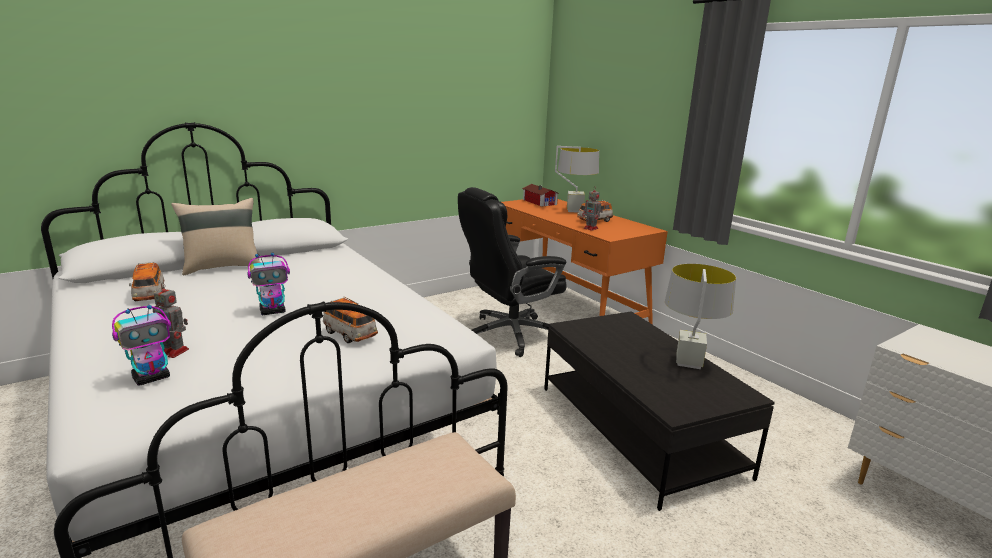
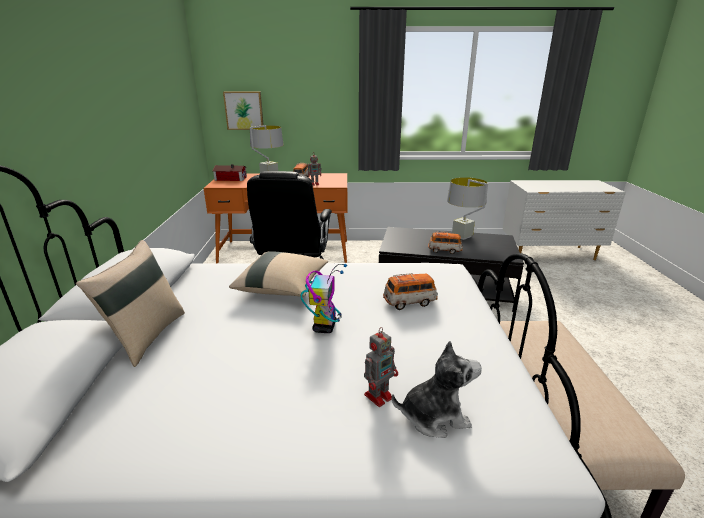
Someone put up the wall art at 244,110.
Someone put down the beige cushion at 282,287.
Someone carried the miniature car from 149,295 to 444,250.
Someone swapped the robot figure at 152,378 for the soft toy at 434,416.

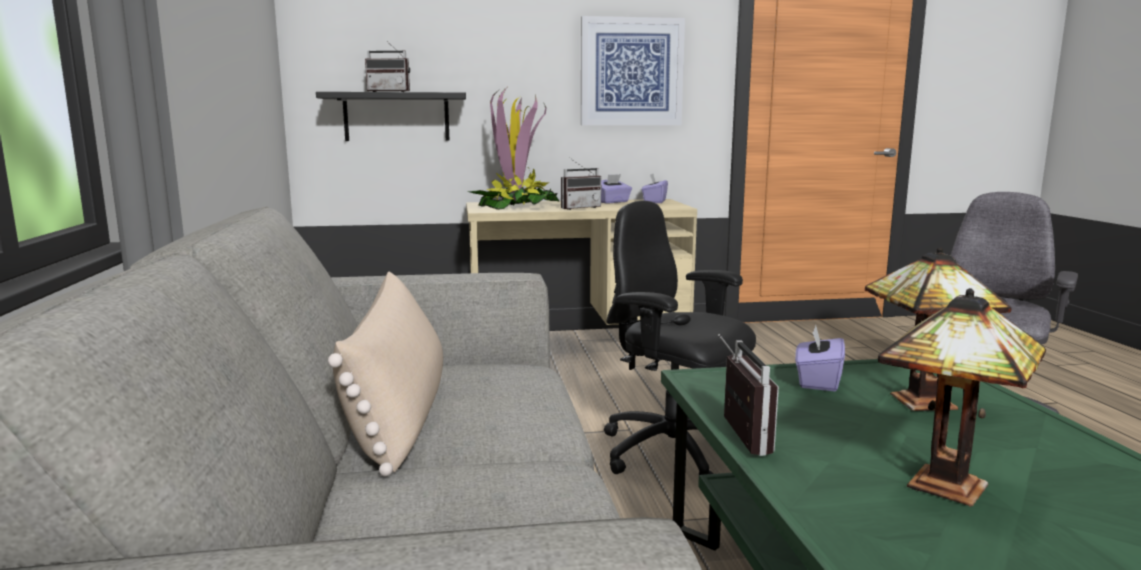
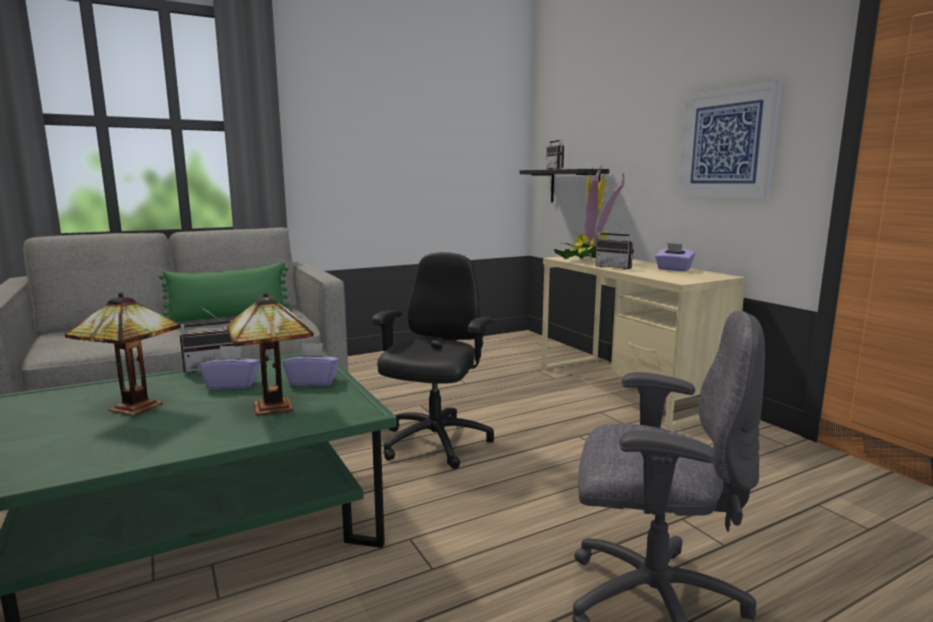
Someone carried the purplish tissue box from 654,201 to 232,384.
Someone repainted the beige cushion at 399,414, which became the green-coloured cushion at 230,318.

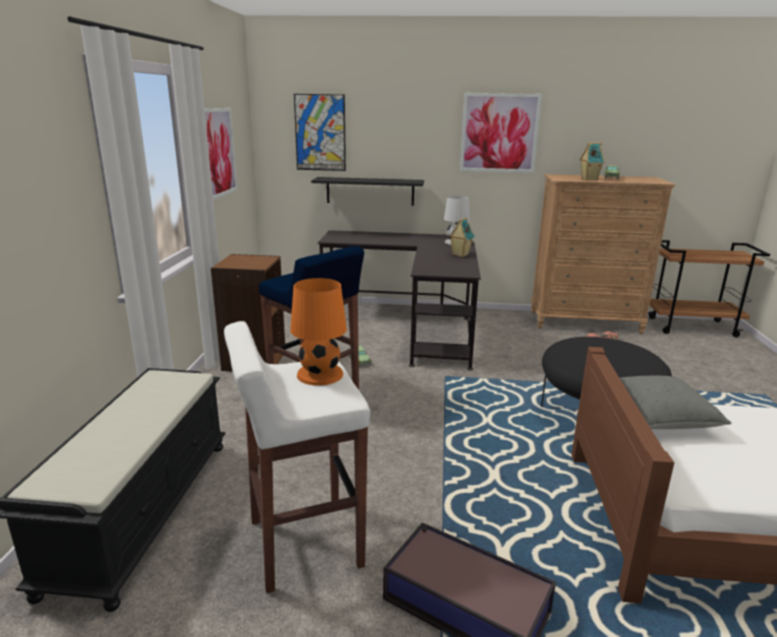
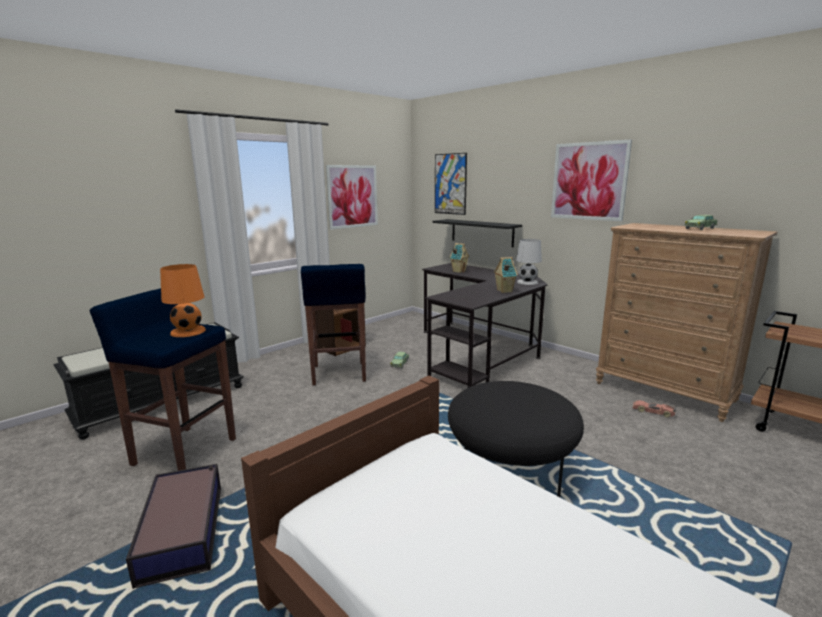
Someone took away the greyish cushion at 658,418.
Someone carried the miniature house from 588,179 to 458,271.
Someone repainted the white-coloured sitting stool at 303,543, which became the blue-coloured sitting stool at 184,451.

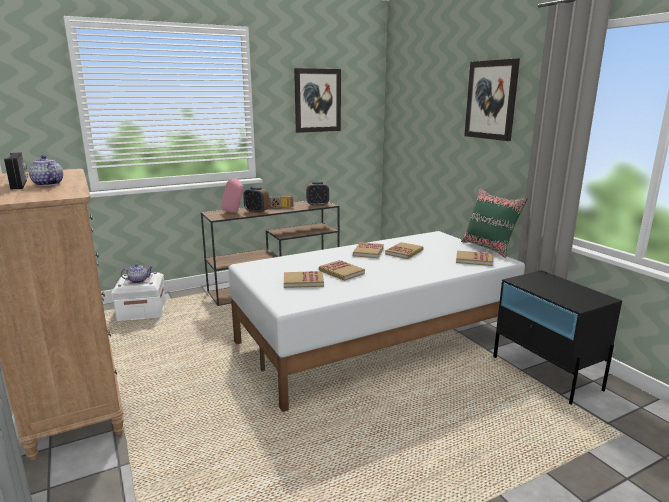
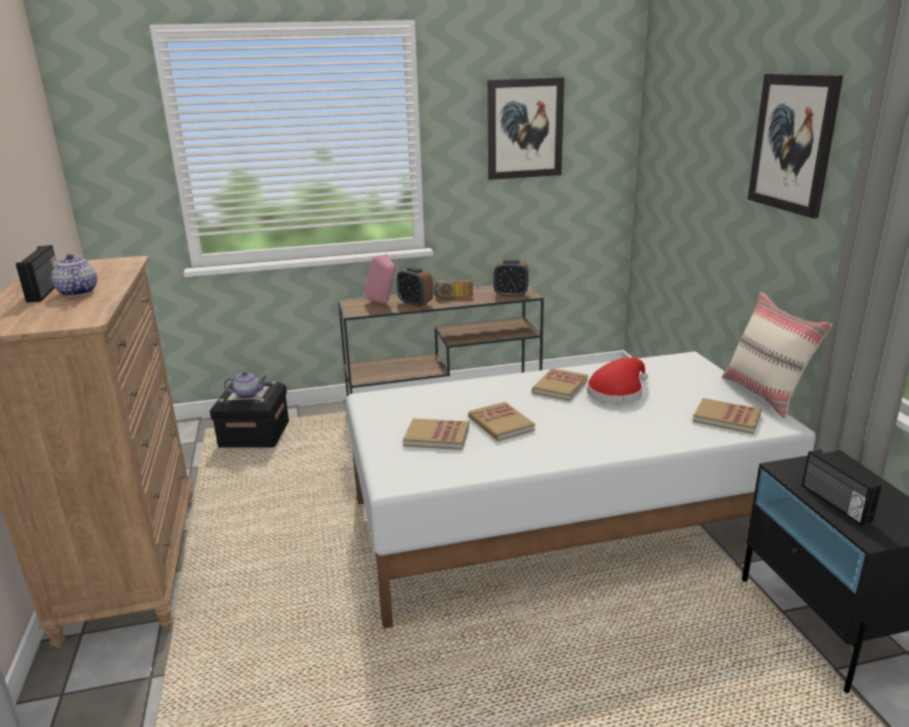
Someone put down the radio receiver at 834,504.
Someone swapped the bound book at 404,252 for the reddish wearable hat at 617,392.
Someone repainted the white-coloured storage container at 142,311, which became the black-coloured storage container at 254,434.
Someone repainted the green-coloured cushion at 489,248, which became the beige cushion at 765,395.

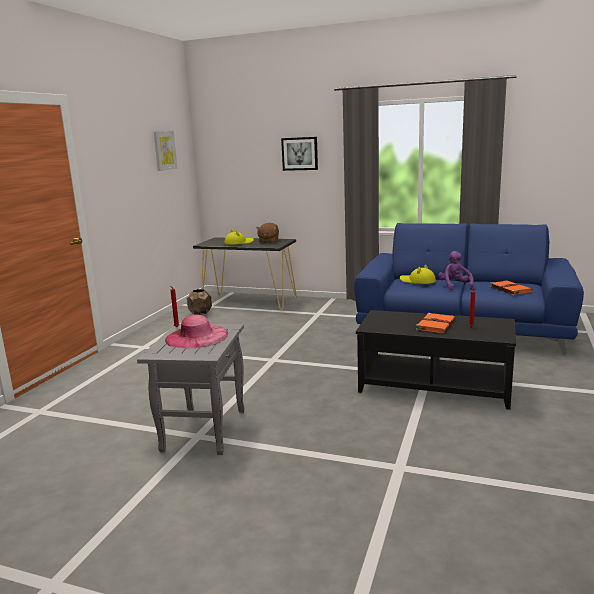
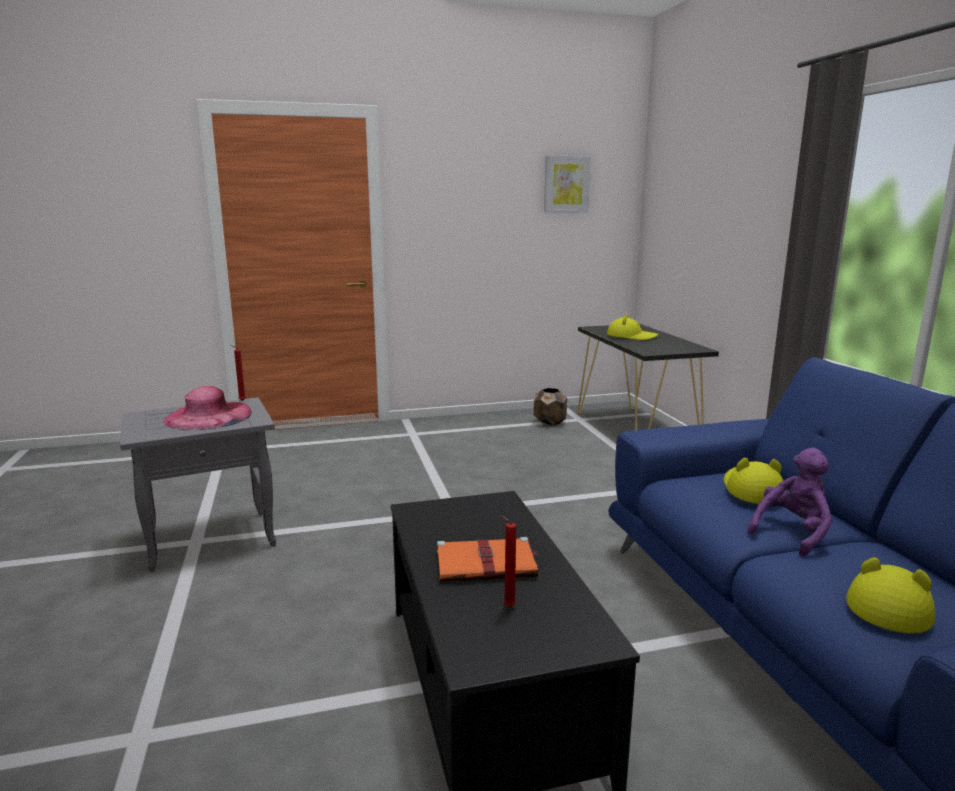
Someone took away the brownish soft toy at 268,241.
Someone took away the wall art at 300,153.
Someone swapped the orangey bound book at 509,289 for the yellow wearable hat at 889,604.

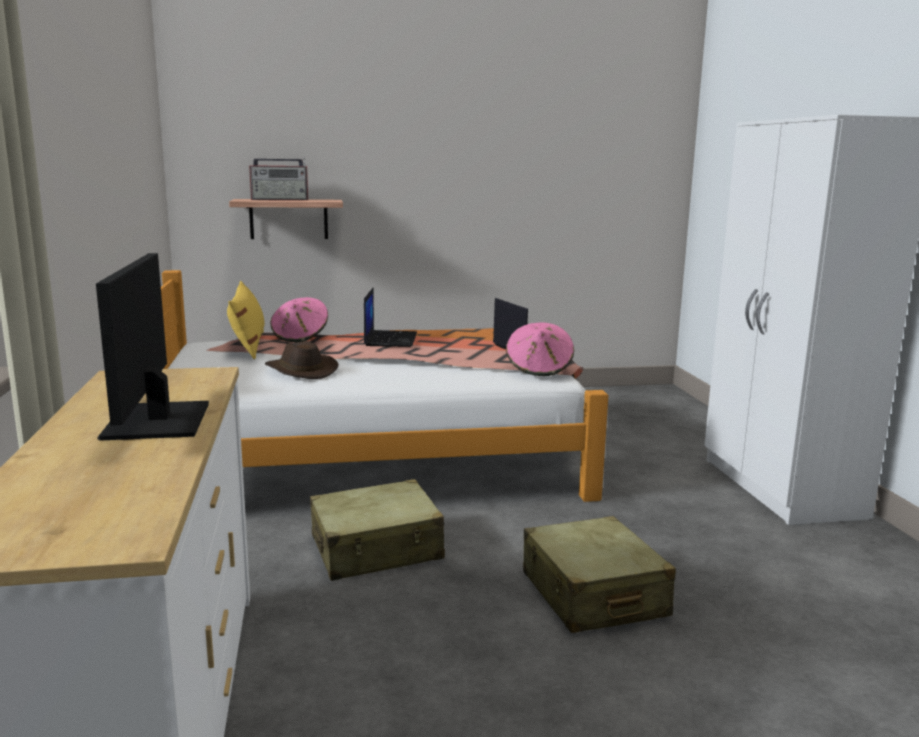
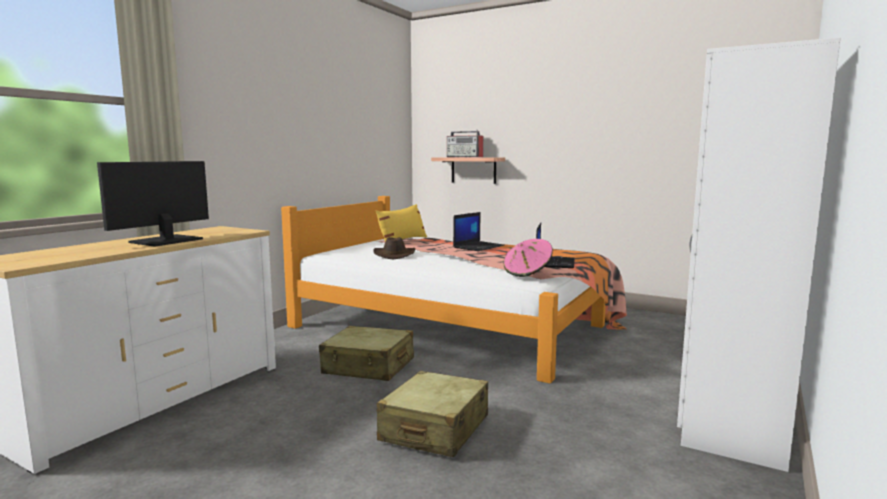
Someone took away the pink wearable hat at 300,337.

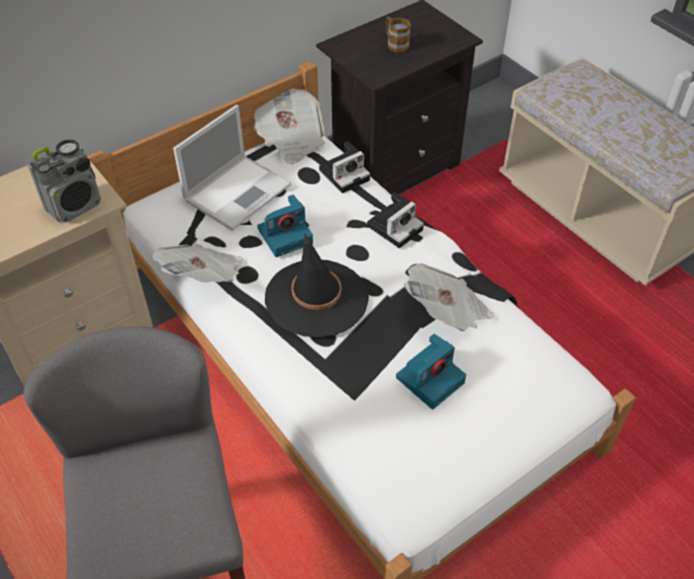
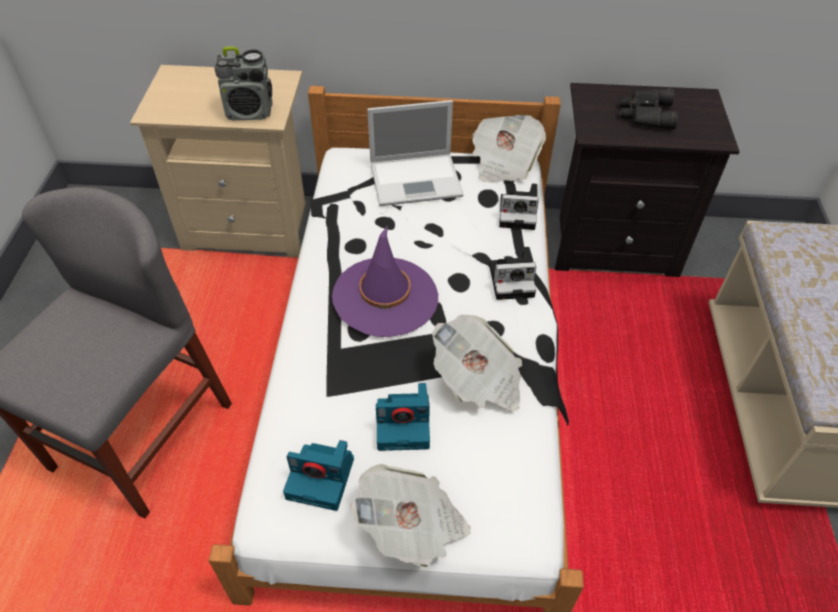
Someone carried the daily paper from 204,277 to 412,526.
Someone carried the still camera from 286,235 to 322,478.
Someone swapped the mug at 395,43 for the black-coloured pair of binoculars at 645,114.
Someone repainted the black-coloured wearable hat at 316,298, which became the purplish wearable hat at 385,296.

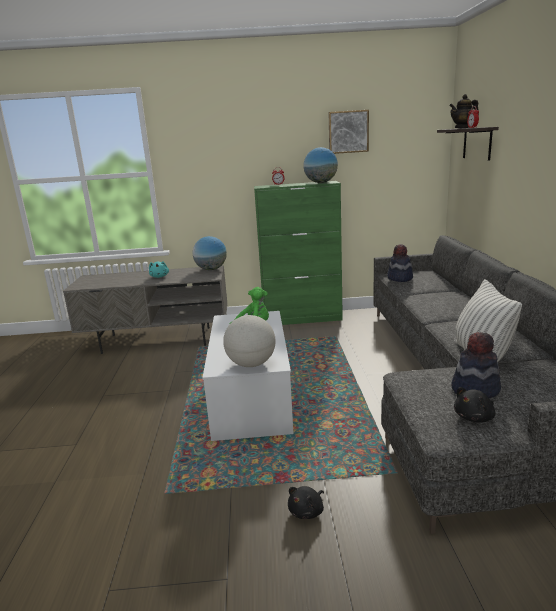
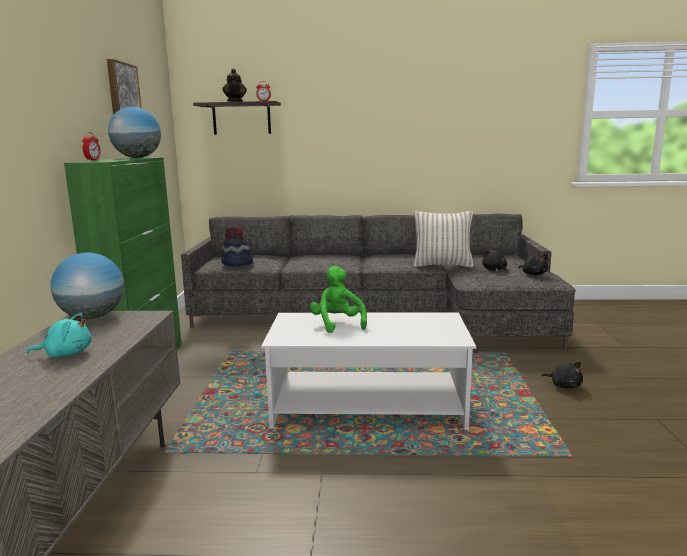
Someone took away the desk globe at 251,364.
Someone swapped the wearable hat at 474,389 for the black-coloured soft toy at 495,270.

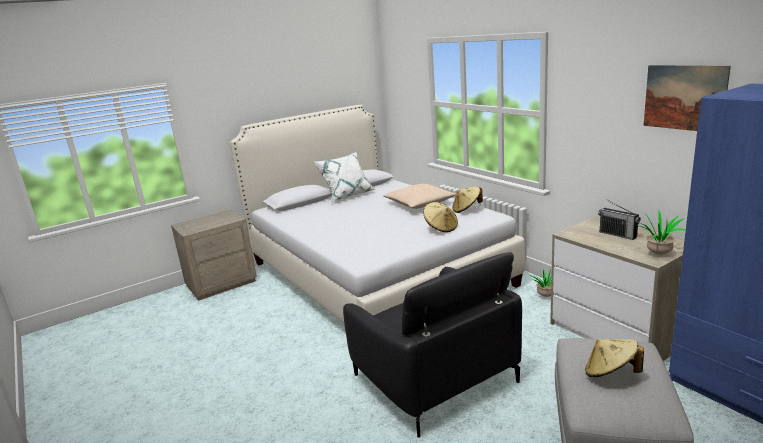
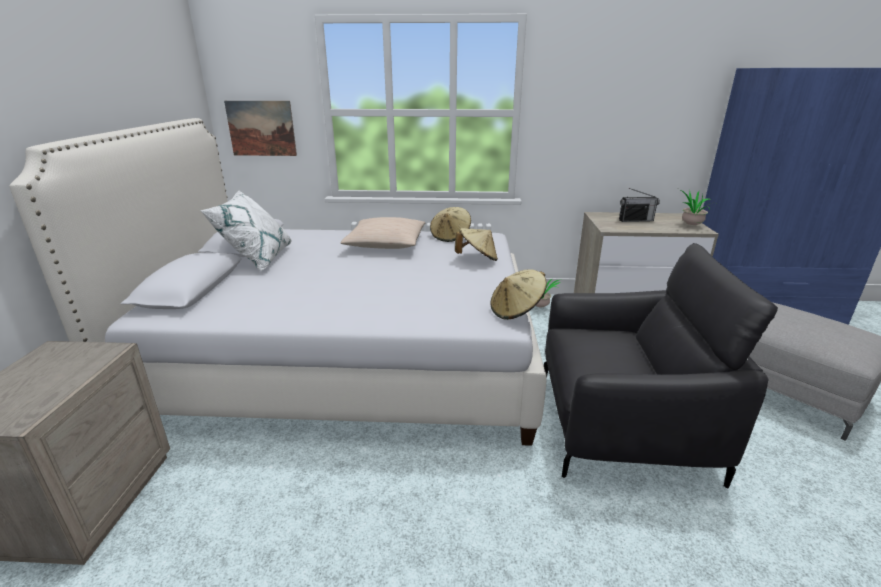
Someone carried the beige wearable hat from 610,373 to 516,311.
Someone carried the wall art from 684,97 to 261,128.

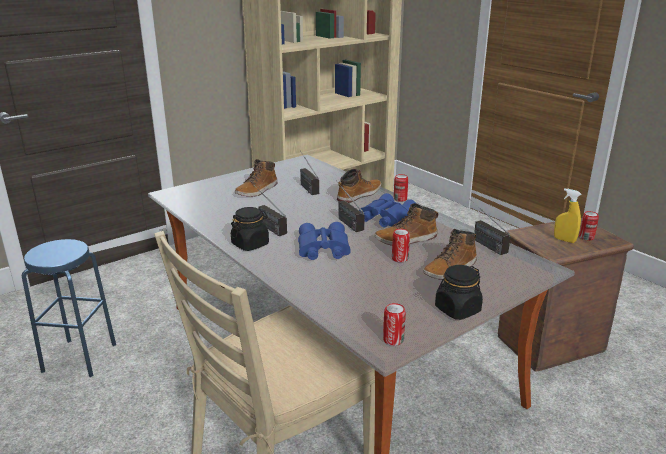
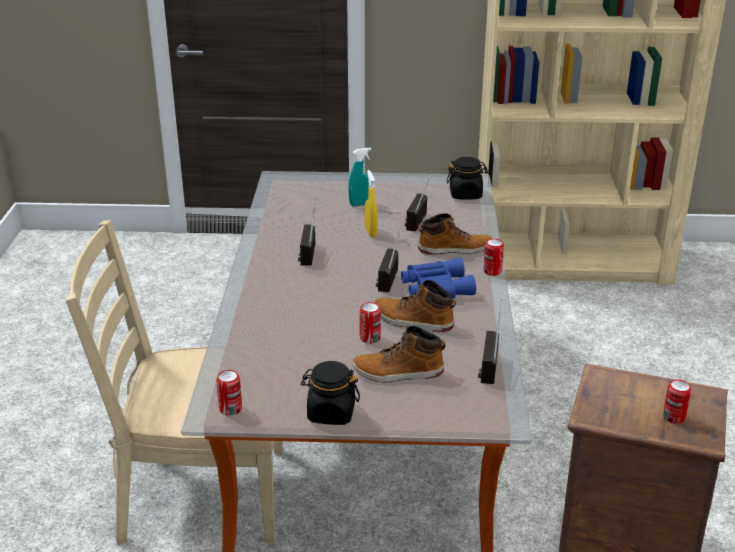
Someone took away the blue-coloured sitting stool at 79,357.
Someone took away the blue-coloured pair of binoculars at 322,249.
Someone carried the black-coloured jar from 250,244 to 466,194.
Someone carried the yellow hand sprayer from 564,240 to 370,232.
Someone swapped the boot at 257,190 for the blue-green hand sprayer at 361,204.

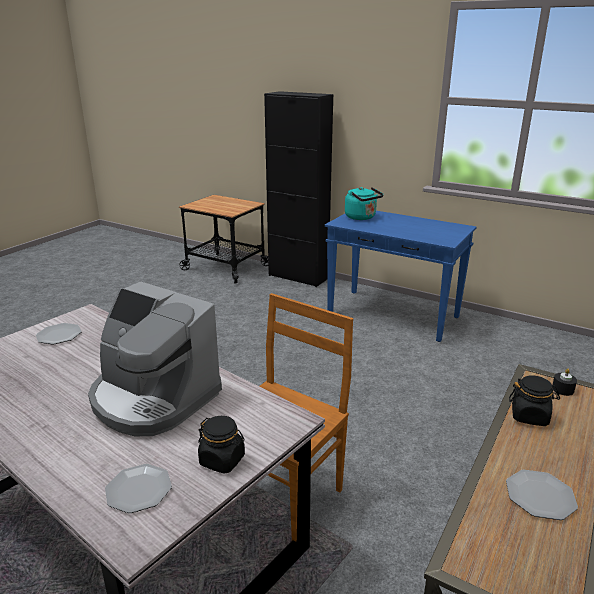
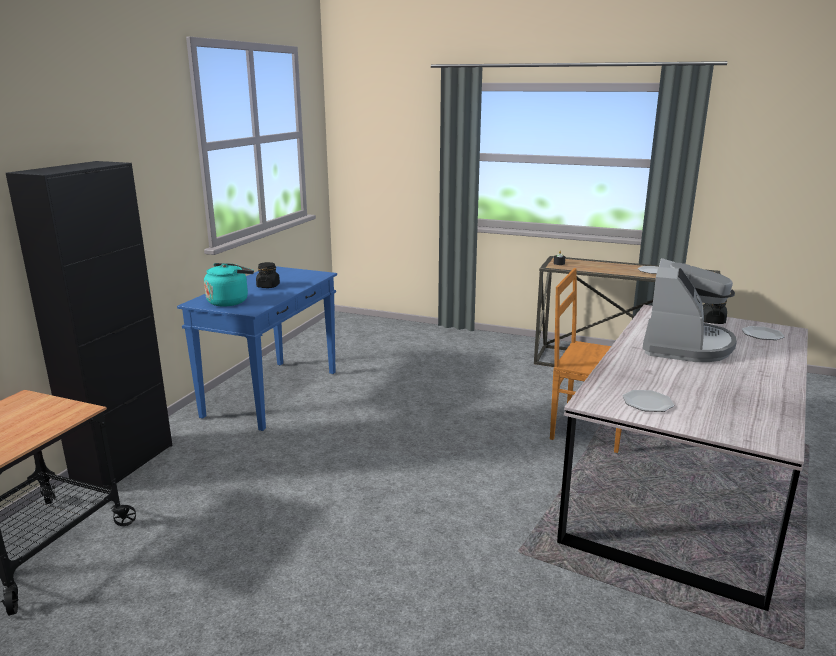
Someone carried the black-coloured jar from 530,416 to 268,286.

